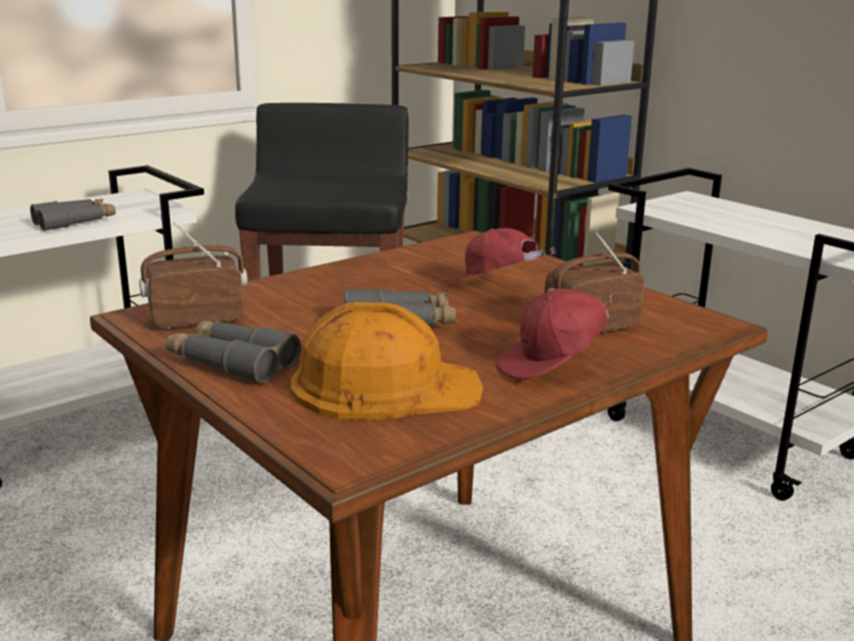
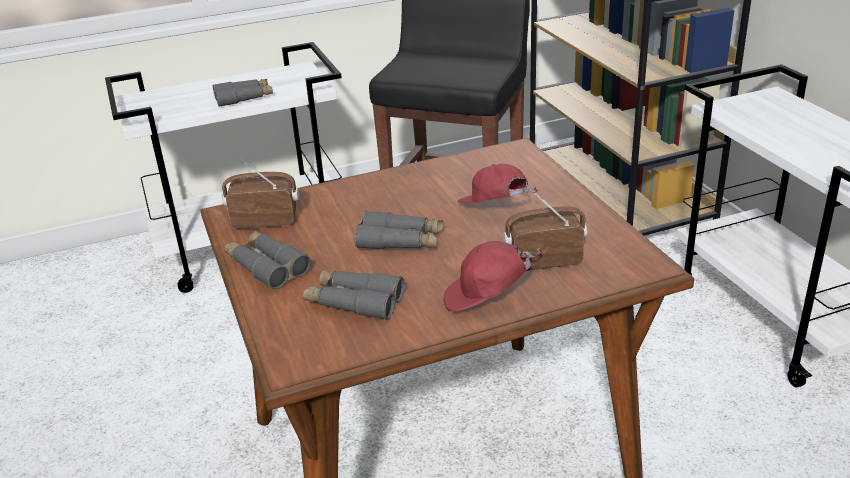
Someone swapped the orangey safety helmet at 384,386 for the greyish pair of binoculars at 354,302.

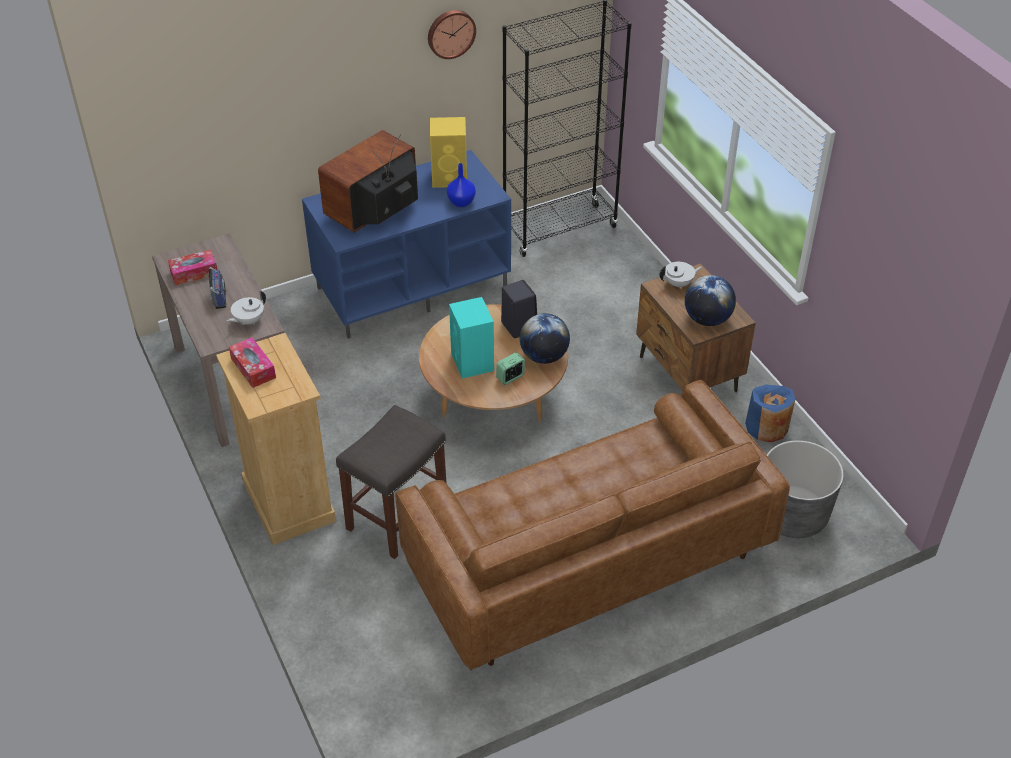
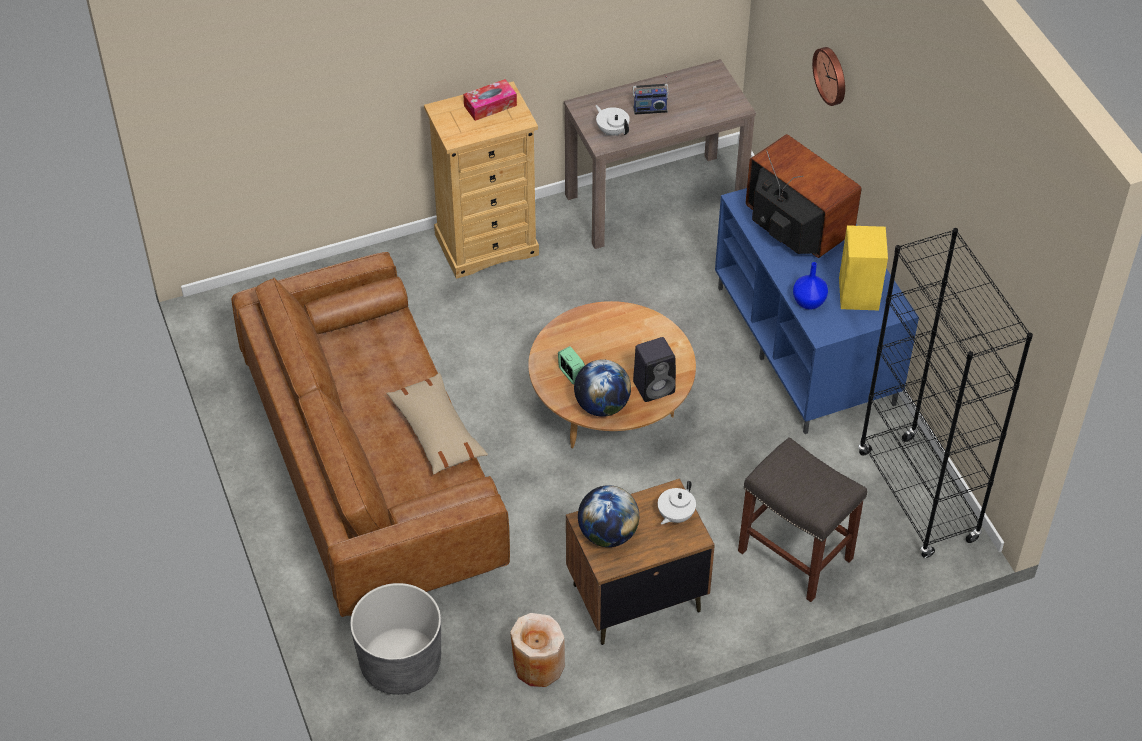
Someone took away the tissue box at 194,273.
Someone took away the blue-green speaker at 472,363.
Someone put down the beige cushion at 437,432.
Someone carried the greyish sitting stool from 397,518 to 793,554.
Someone carried the clock on the wall from 450,33 to 832,75.
Someone repainted the blue-coloured flower vase at 767,427, which became the beige flower vase at 538,665.
Someone rotated the white-coloured pot for tea at 679,284 by 45 degrees clockwise.

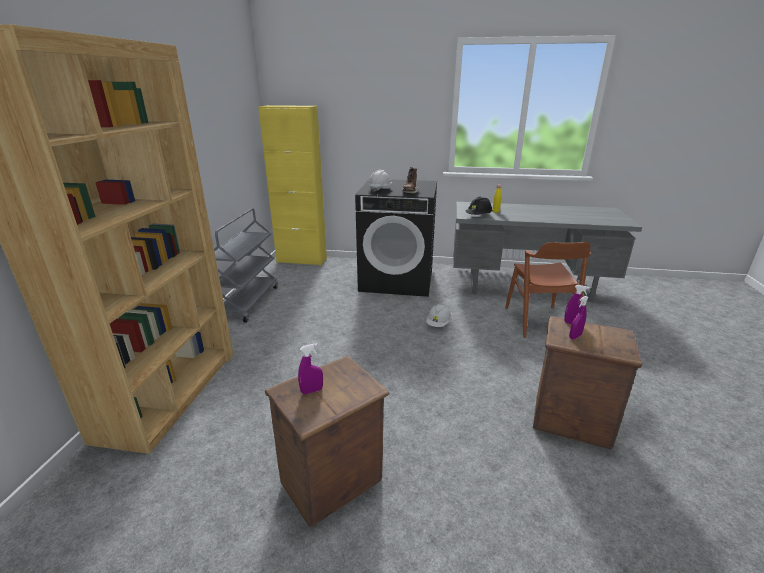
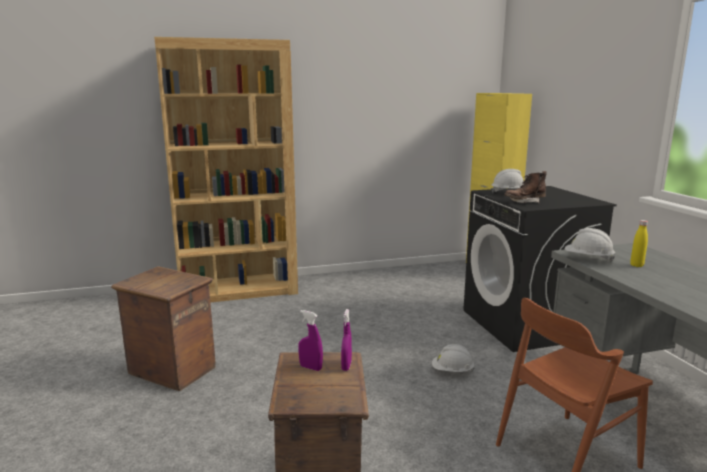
Someone took away the greyish wheeled cart at 248,302.
Someone took away the purplish hand sprayer at 312,391.
Someone repainted the black-coloured safety helmet at 478,216, which became the white-coloured safety helmet at 588,259.

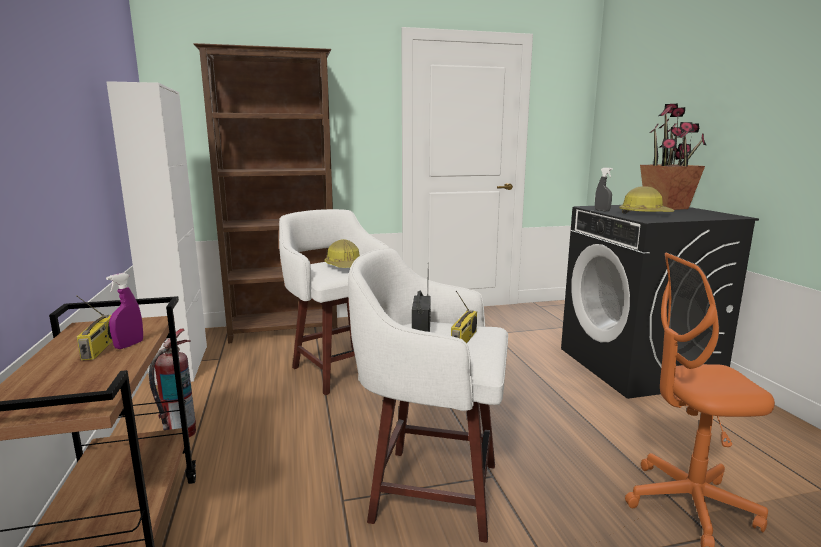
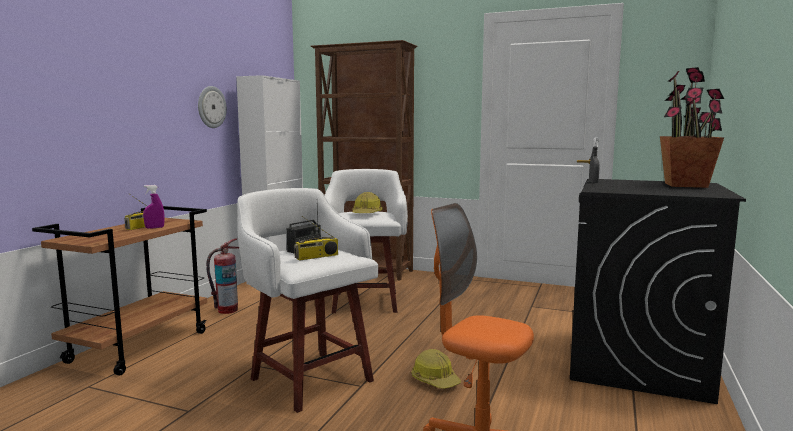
Someone put up the clock on the wall at 211,107.
Someone carried the safety helmet from 644,214 to 435,380.

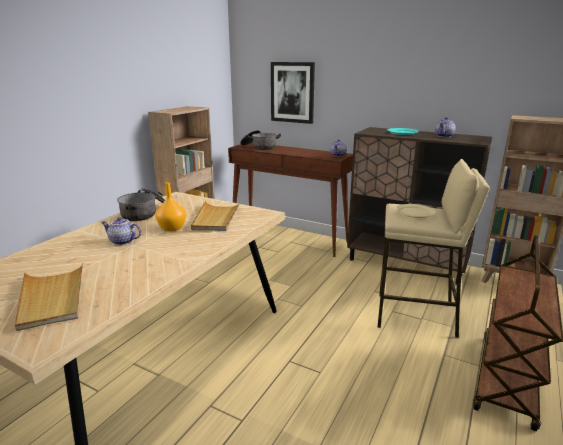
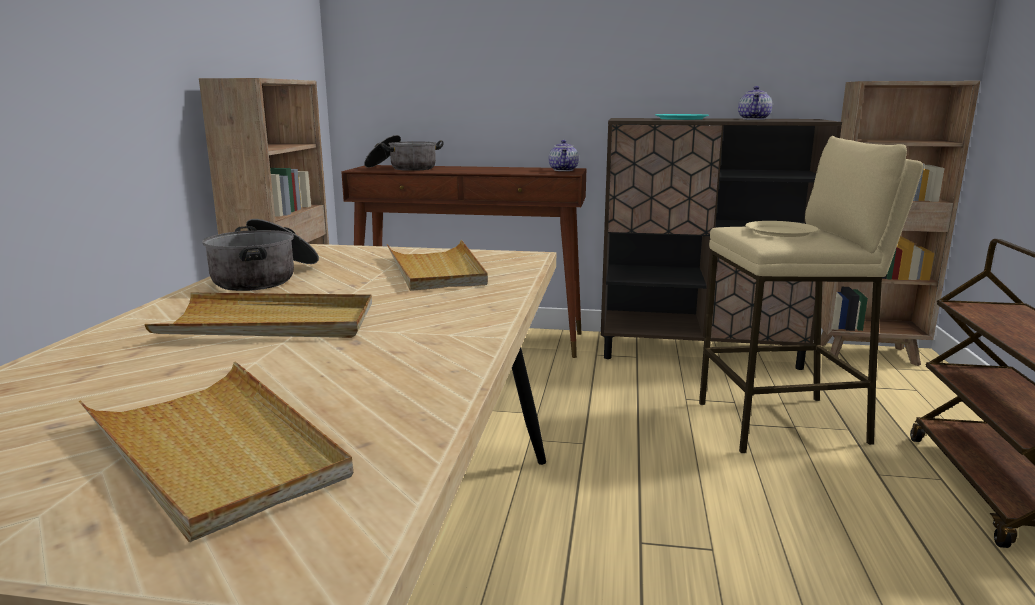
Someone took away the orangey flower vase at 172,228.
Someone took away the wall art at 292,92.
Someone swapped the pot for tea at 122,241 for the beige carrying tray at 270,324.

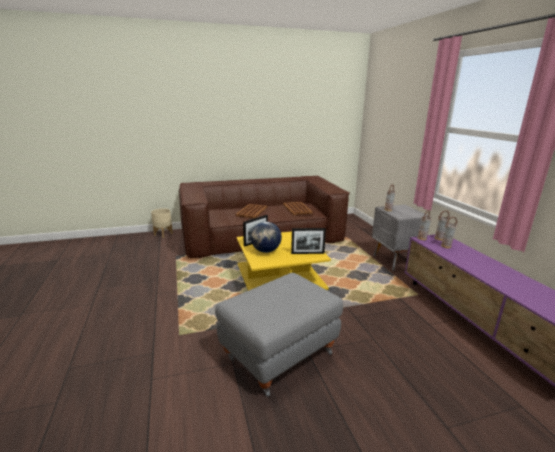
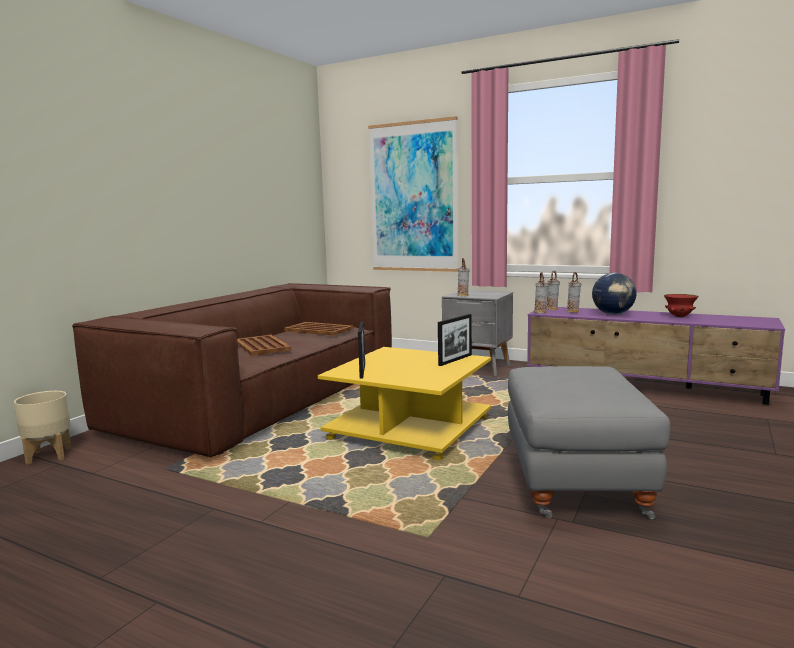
Someone put up the wall art at 413,197.
Someone put down the reddish deep dish at 680,316.
Someone carried the desk globe from 265,251 to 613,314.

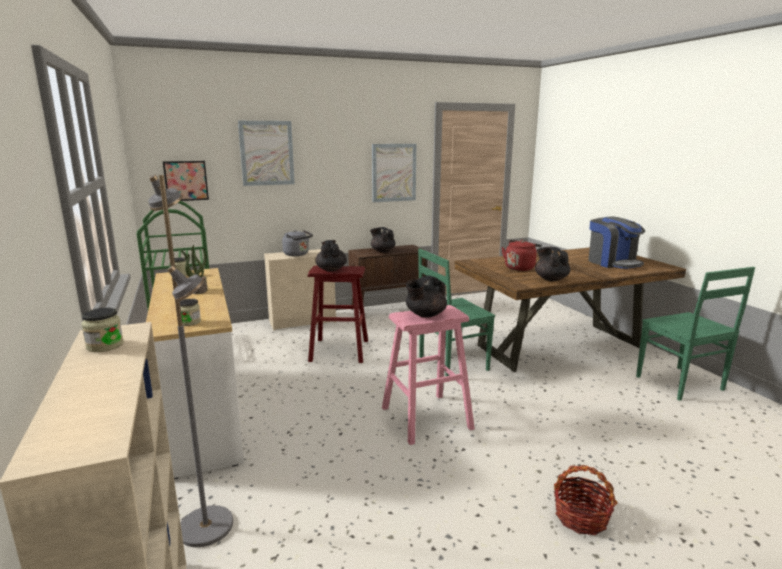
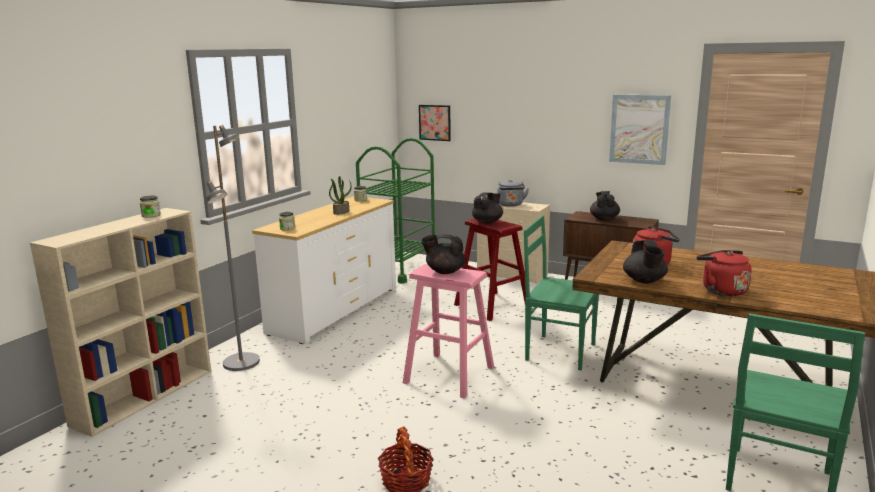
Someone took away the wall art at 267,153.
Someone took away the coffee maker at 613,263.
Someone put down the reddish tea kettle at 721,290.
Someone rotated the black-coloured pot for tea at 551,279 by 150 degrees clockwise.

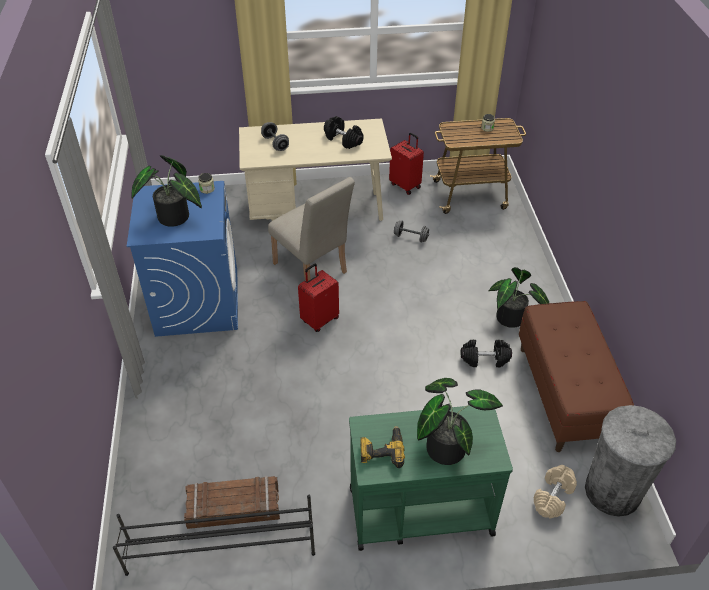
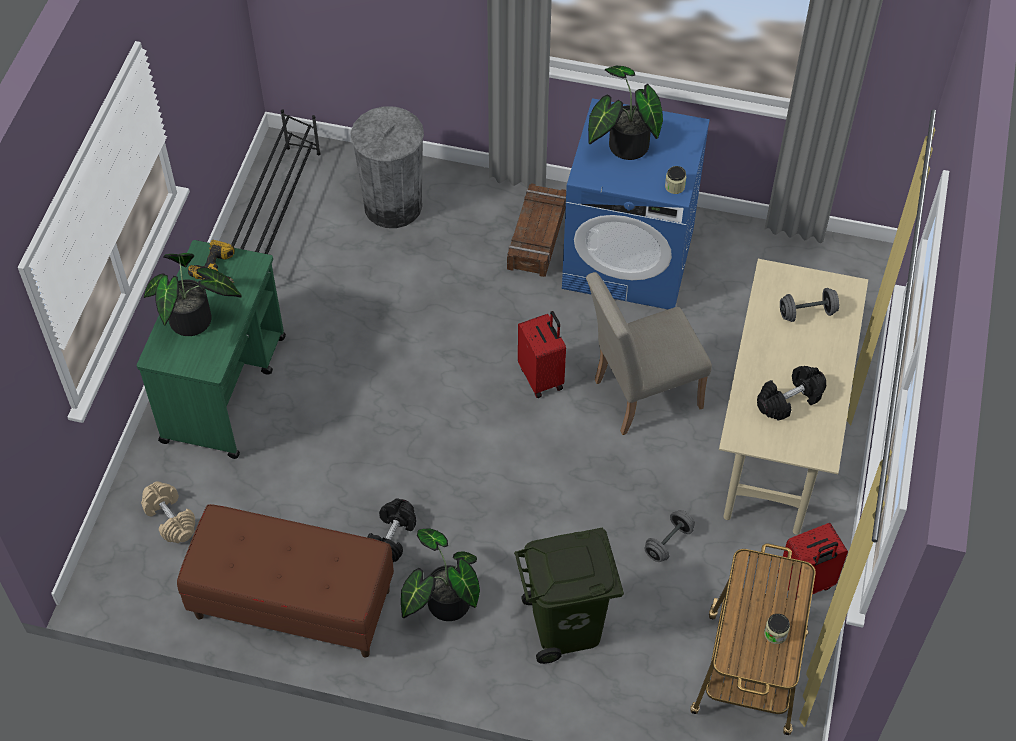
Someone put down the green-coloured waste bin at 566,627.
Someone carried the shipping crate from 233,507 to 538,236.
Someone carried the greyish waste bin from 612,491 to 393,205.

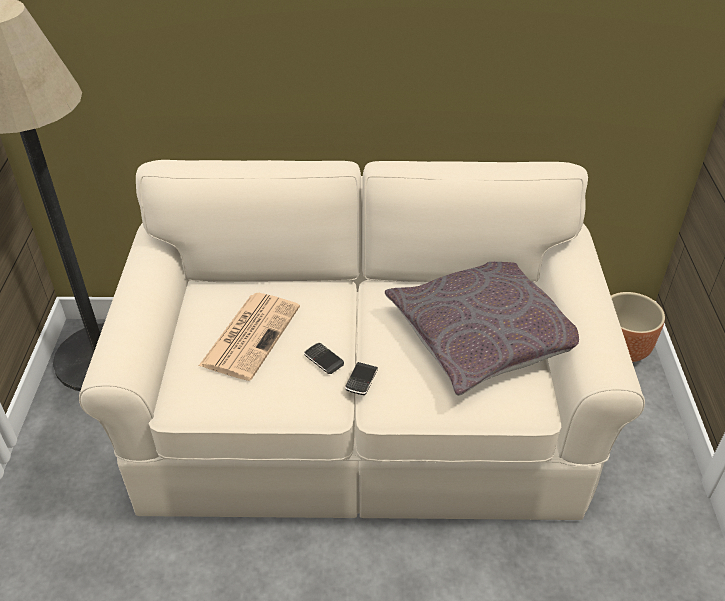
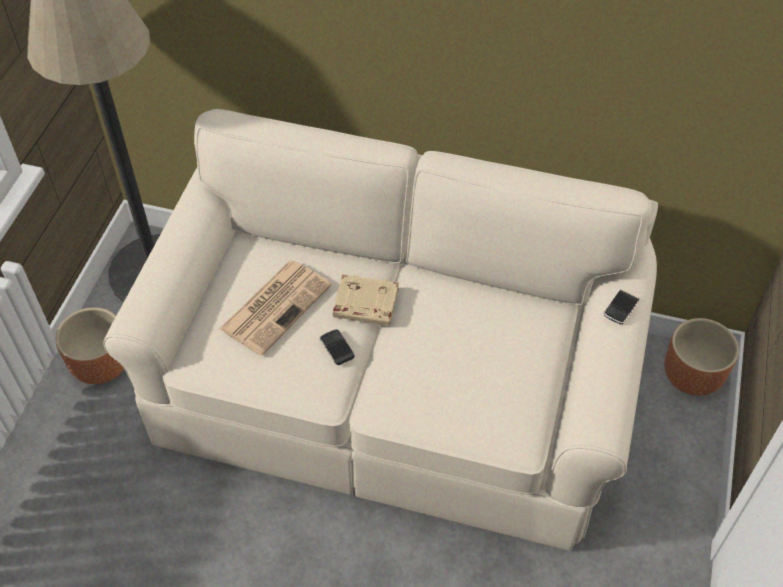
Someone took away the greyish cushion at 483,334.
Someone put down the brownish plant pot at 101,364.
Someone put down the beige bound book at 365,304.
Someone carried the handset from 361,380 to 620,309.

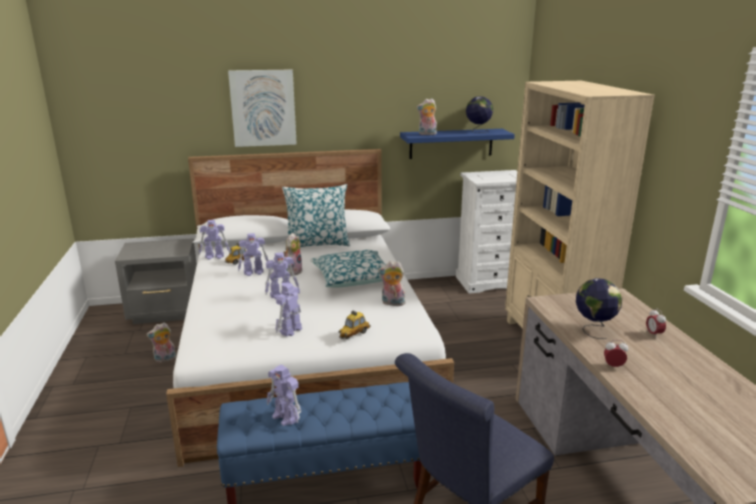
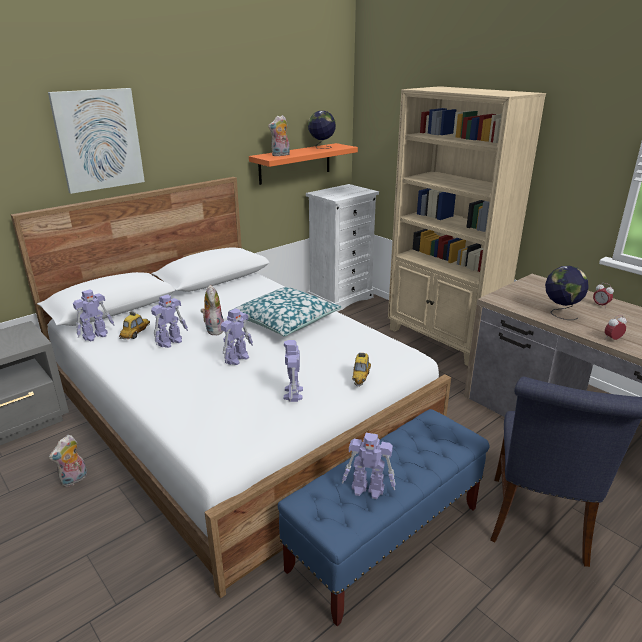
Someone took away the cushion at 317,244.
Someone took away the soft toy at 392,303.
Someone repainted the blue-coloured shelf at 451,143, which became the orangey shelf at 295,163.

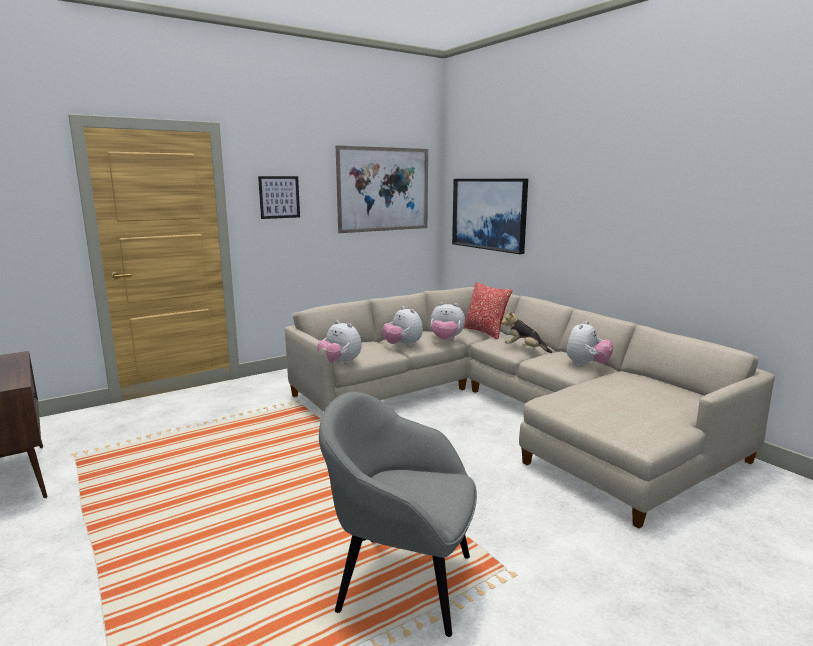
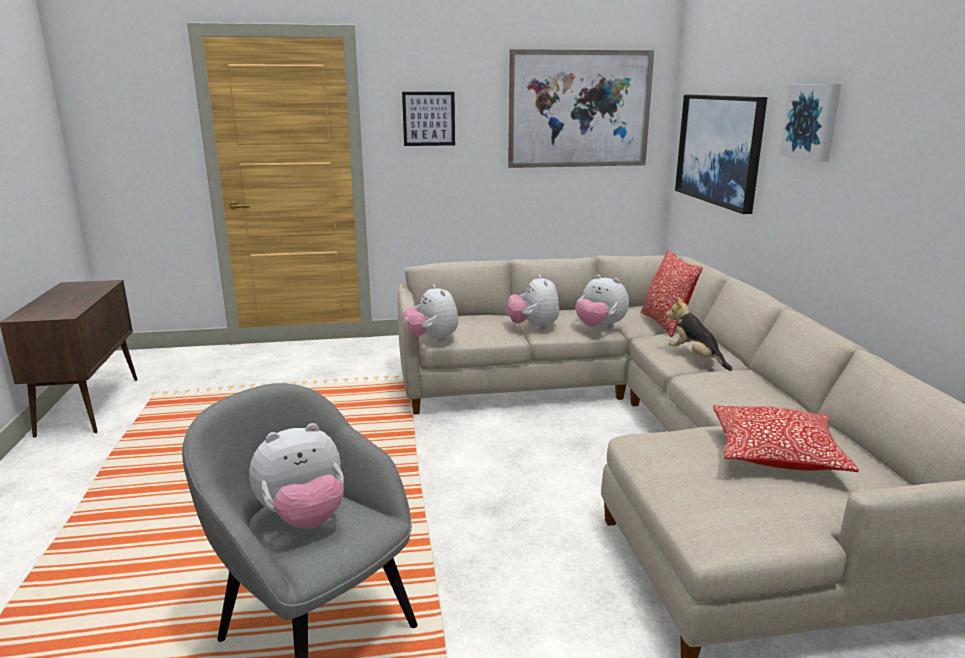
Someone put down the cushion at 776,454.
Someone put up the wall art at 812,121.
Someone carried the soft toy from 586,365 to 303,518.

